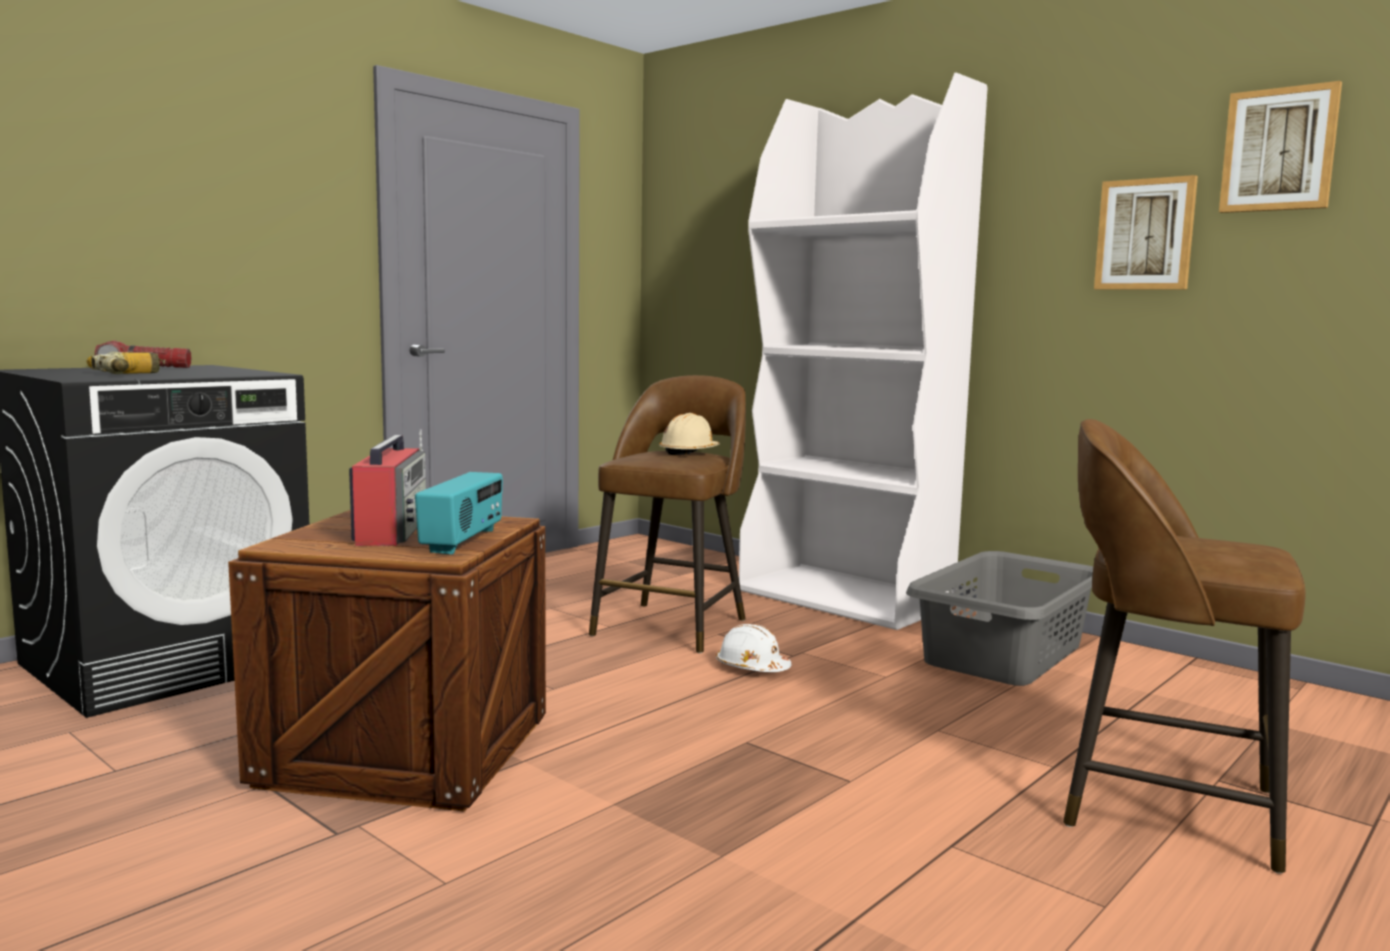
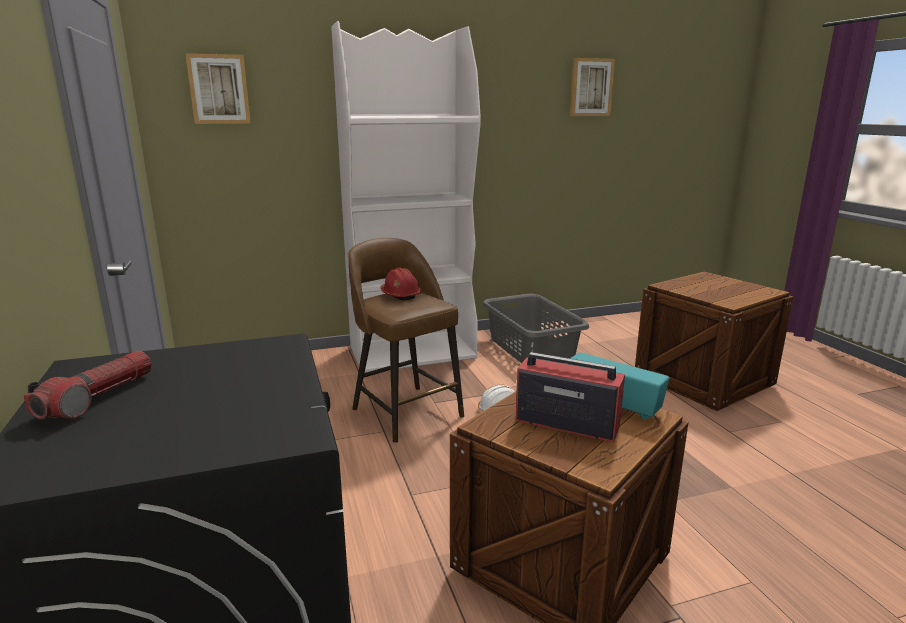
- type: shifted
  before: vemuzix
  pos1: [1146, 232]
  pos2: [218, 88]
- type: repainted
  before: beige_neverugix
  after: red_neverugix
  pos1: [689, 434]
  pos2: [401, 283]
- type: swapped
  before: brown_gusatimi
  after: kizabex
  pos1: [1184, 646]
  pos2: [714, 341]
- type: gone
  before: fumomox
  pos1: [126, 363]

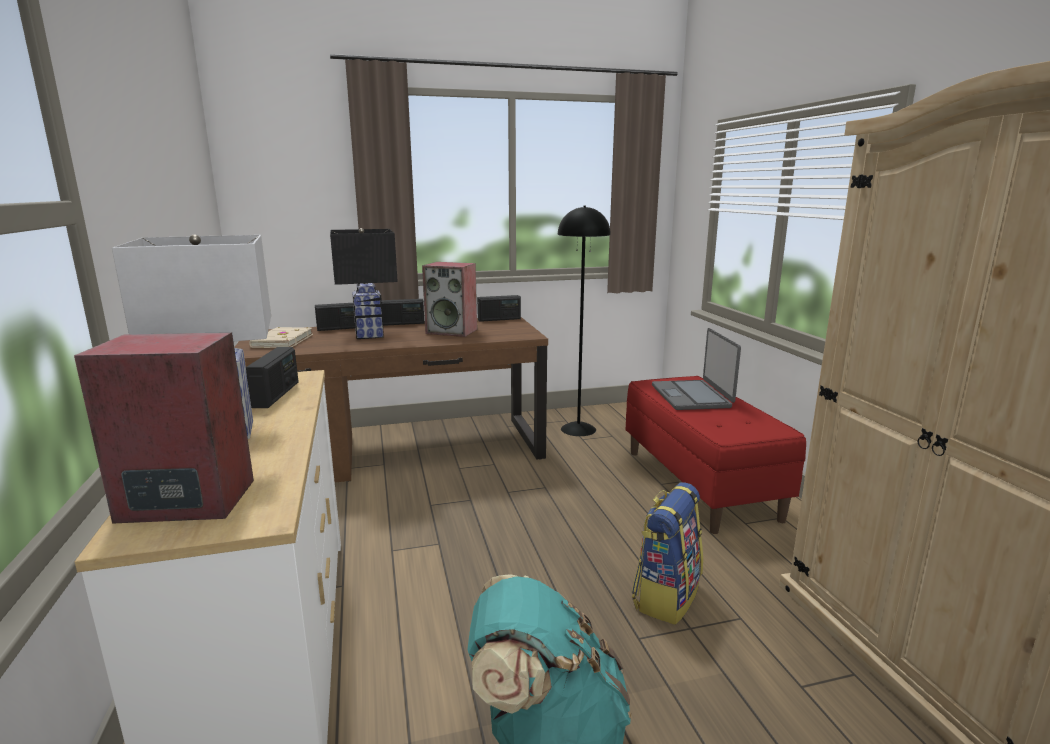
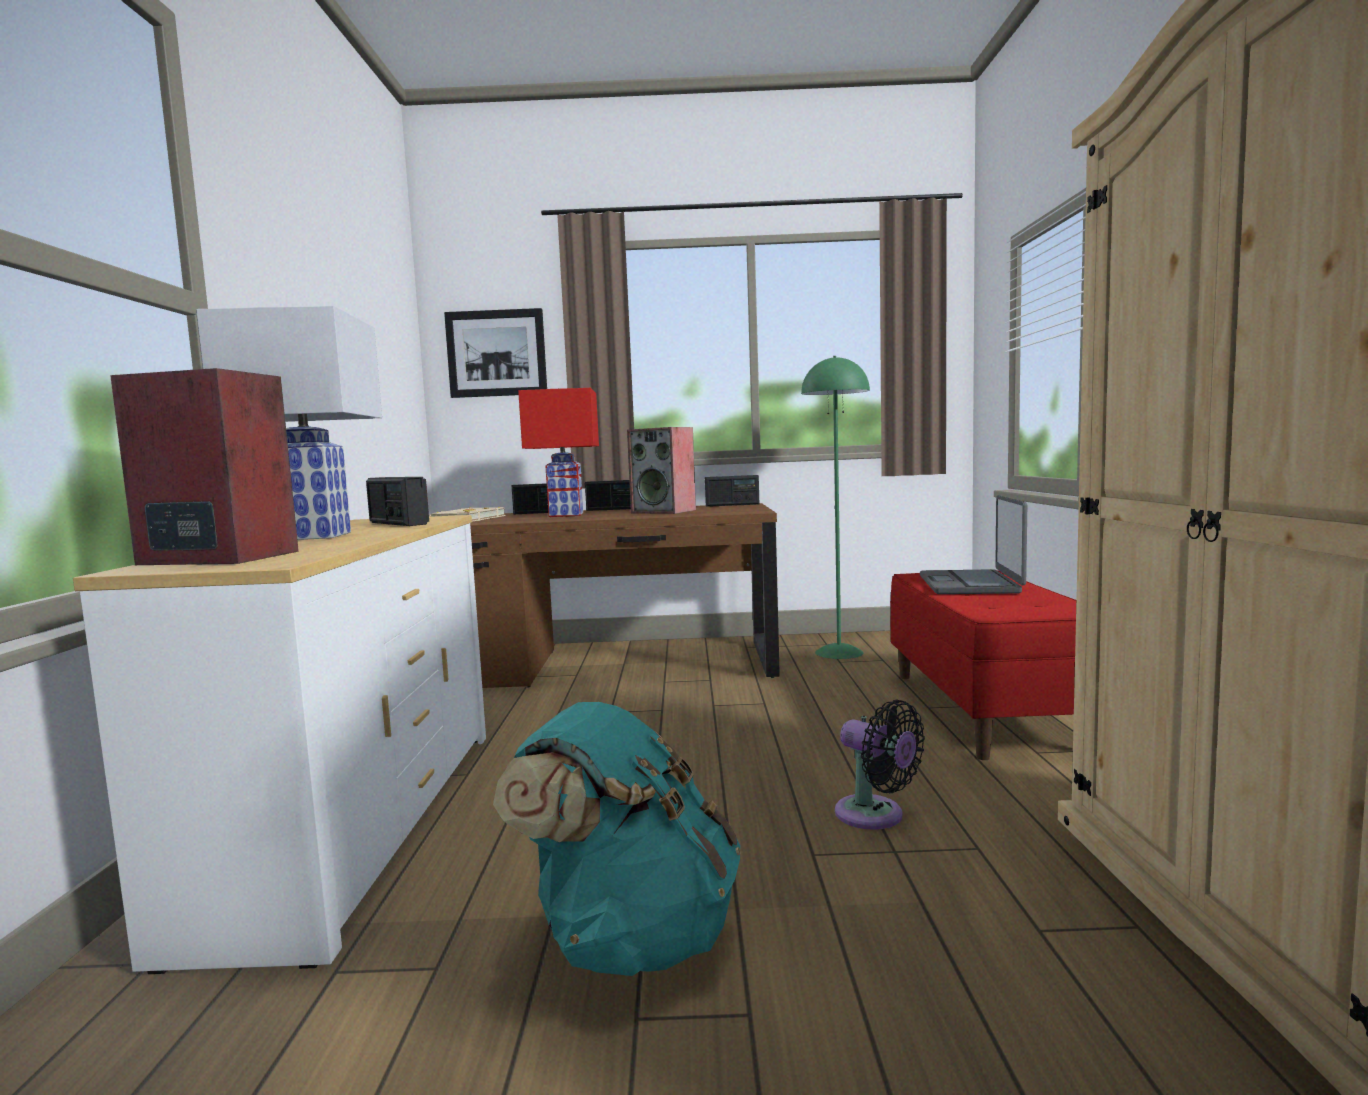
- type: rotated
  before: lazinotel
  pos1: [272, 377]
  pos2: [397, 501]
  turn: 120
- type: new
  after: vemuzix
  pos2: [495, 353]
- type: repainted
  before: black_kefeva
  after: red_kefeva
  pos1: [364, 283]
  pos2: [558, 452]
- type: repainted
  before: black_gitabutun
  after: green_gitabutun
  pos1: [584, 321]
  pos2: [835, 507]
- type: swapped
  before: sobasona
  after: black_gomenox
  pos1: [667, 553]
  pos2: [880, 764]

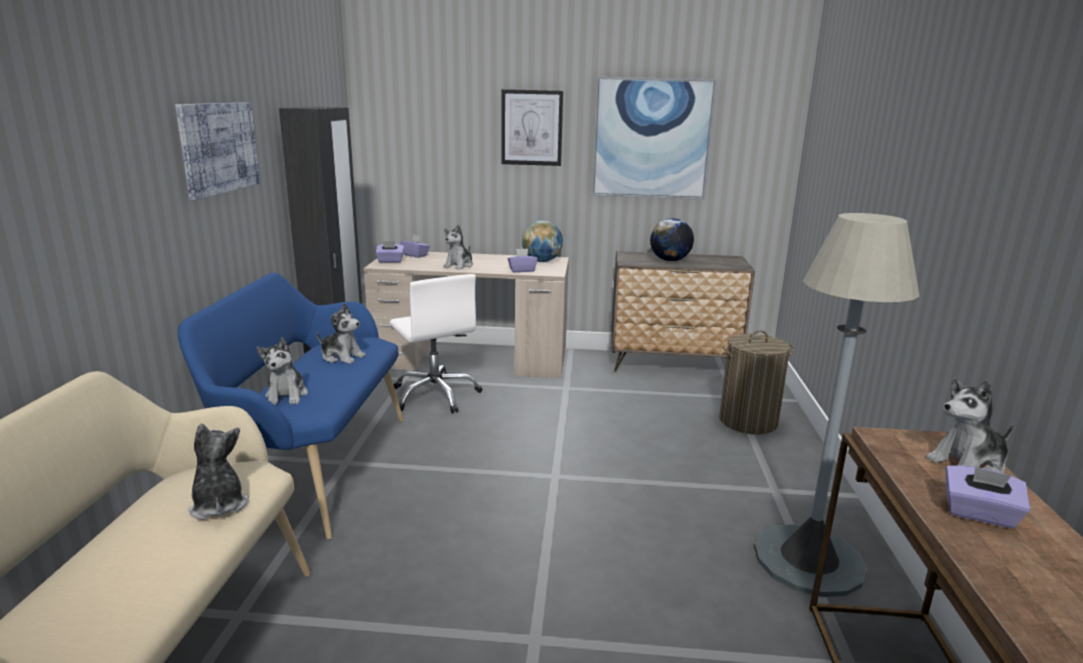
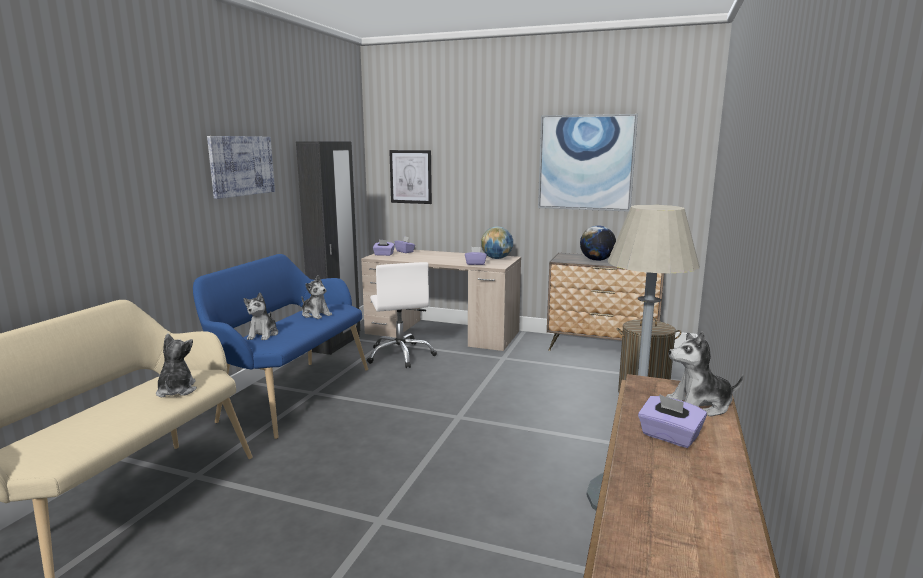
- type: shifted
  before: vemuzix
  pos1: [532, 127]
  pos2: [410, 177]
- type: gone
  before: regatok
  pos1: [458, 247]

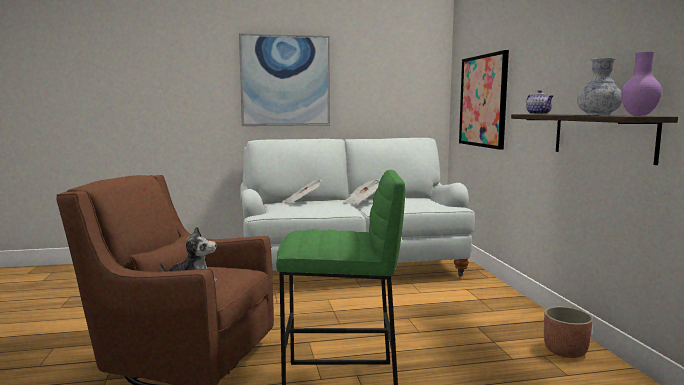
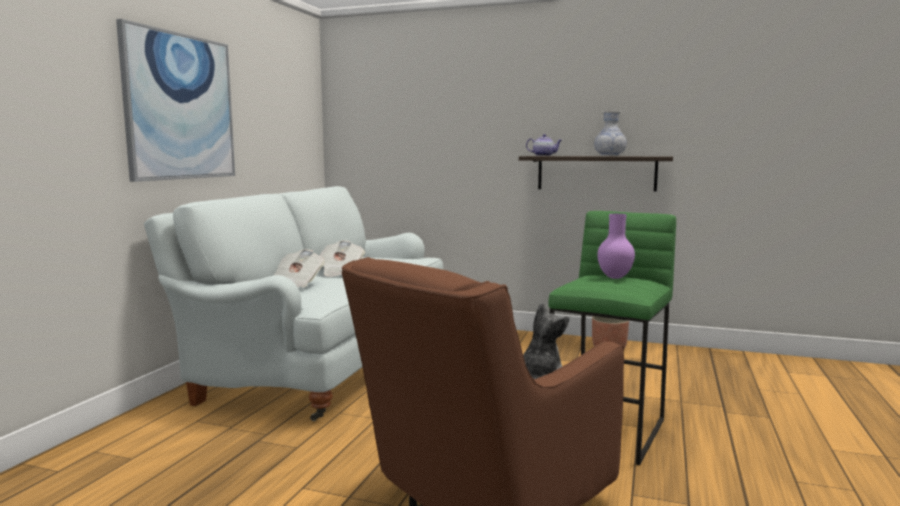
- type: shifted
  before: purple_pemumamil
  pos1: [641, 84]
  pos2: [616, 246]
- type: gone
  before: vemuzix
  pos1: [484, 100]

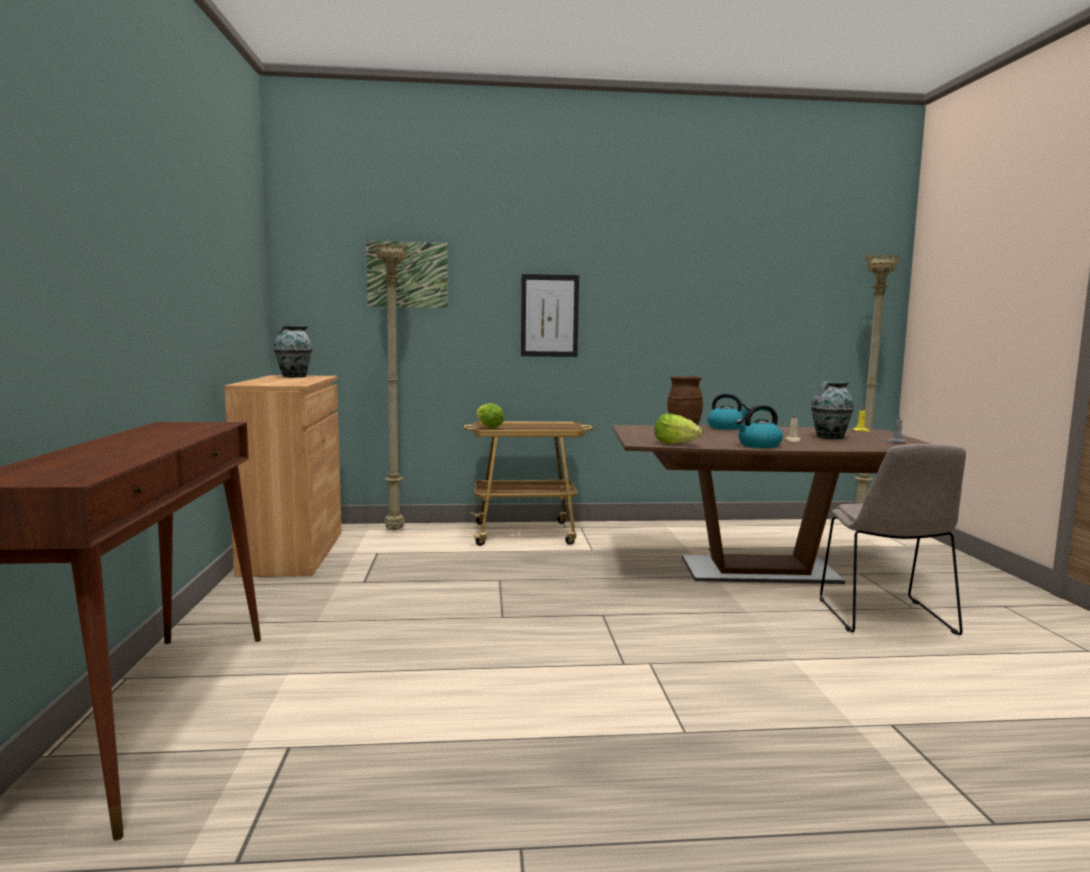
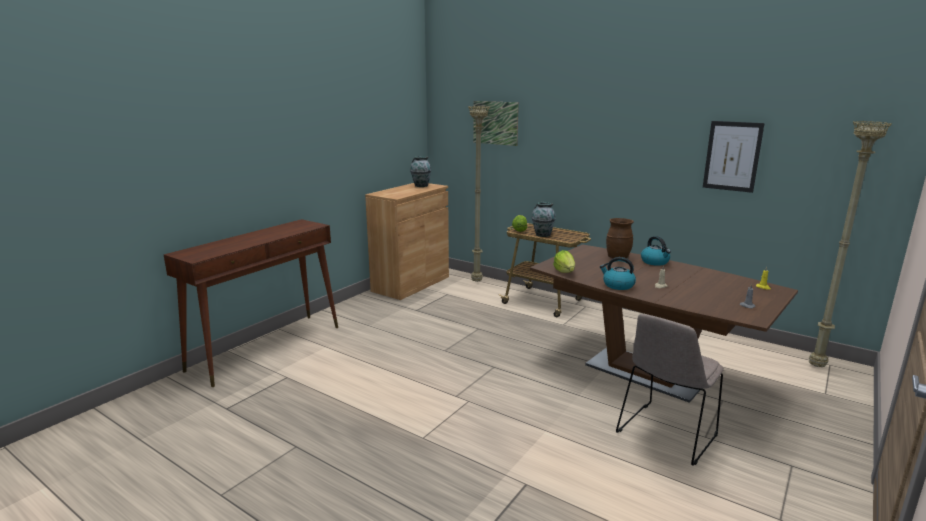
- type: shifted
  before: pemumamil
  pos1: [832, 410]
  pos2: [544, 219]
- type: shifted
  before: vemuzix
  pos1: [550, 315]
  pos2: [734, 157]

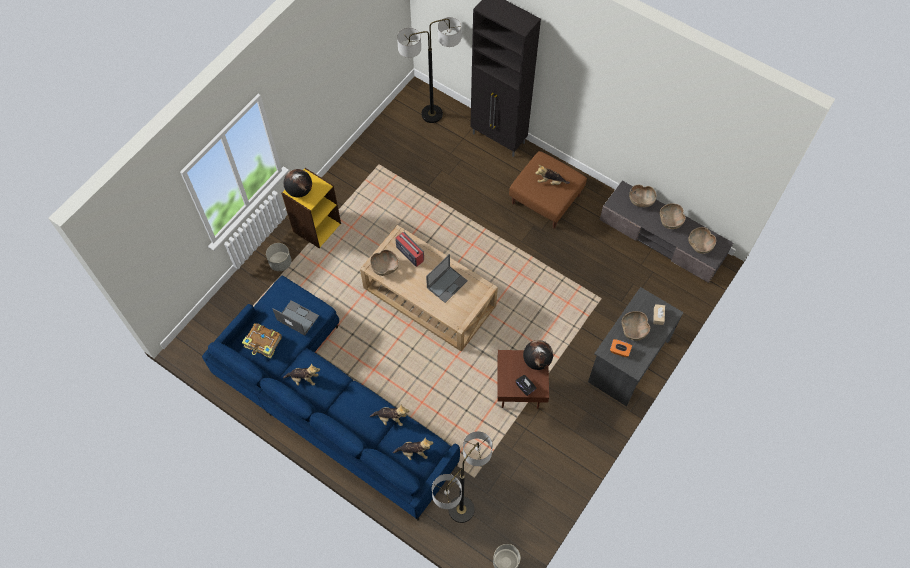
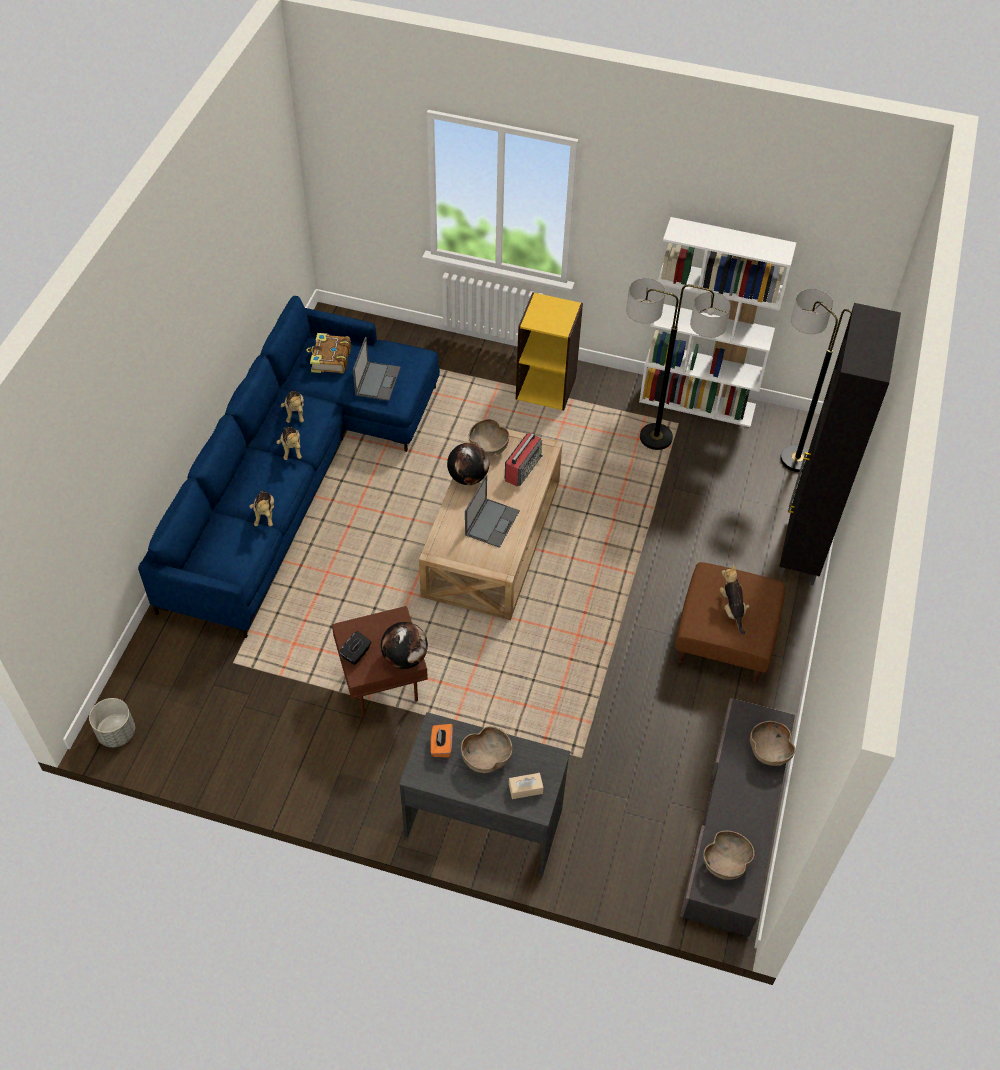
- type: shifted
  before: regatok
  pos1: [413, 449]
  pos2: [289, 443]
- type: shifted
  before: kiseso
  pos1: [298, 183]
  pos2: [468, 464]
- type: rotated
  before: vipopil
  pos1: [447, 278]
  pos2: [492, 511]
  turn: -90
- type: shifted
  before: gitabutun
  pos1: [462, 477]
  pos2: [678, 364]
- type: new
  after: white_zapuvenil
  pos2: [717, 322]
- type: gone
  before: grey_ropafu
  pos1: [279, 257]
- type: gone
  before: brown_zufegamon
  pos1: [673, 216]

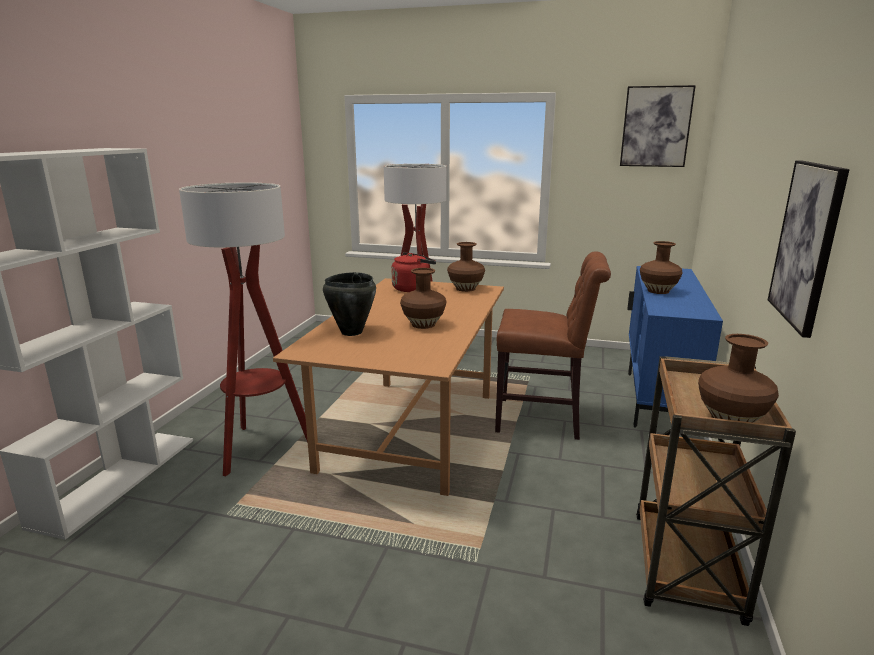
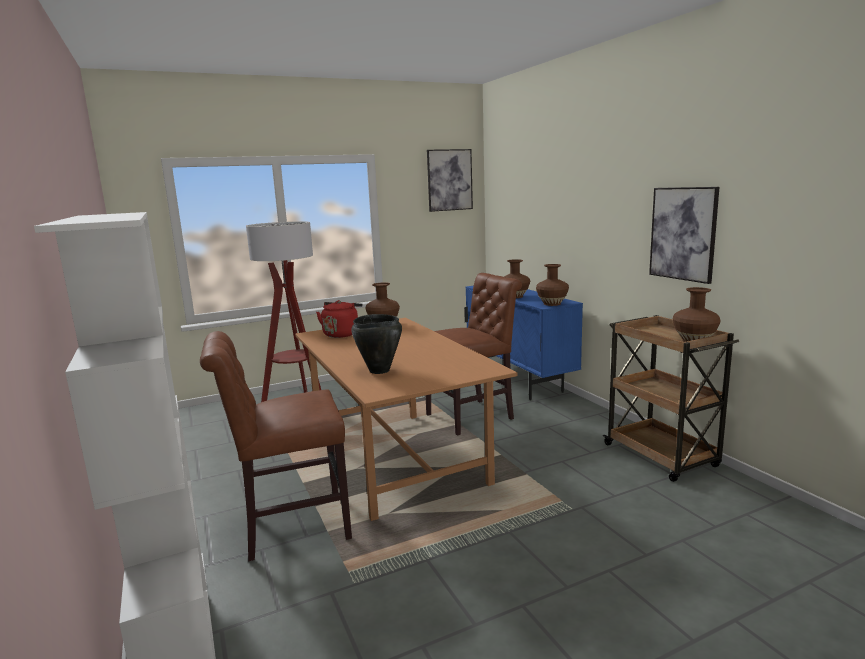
- type: swapped
  before: gitabutun
  after: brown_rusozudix
  pos1: [243, 329]
  pos2: [276, 446]
- type: shifted
  before: brown_pemumamil
  pos1: [423, 298]
  pos2: [552, 285]

